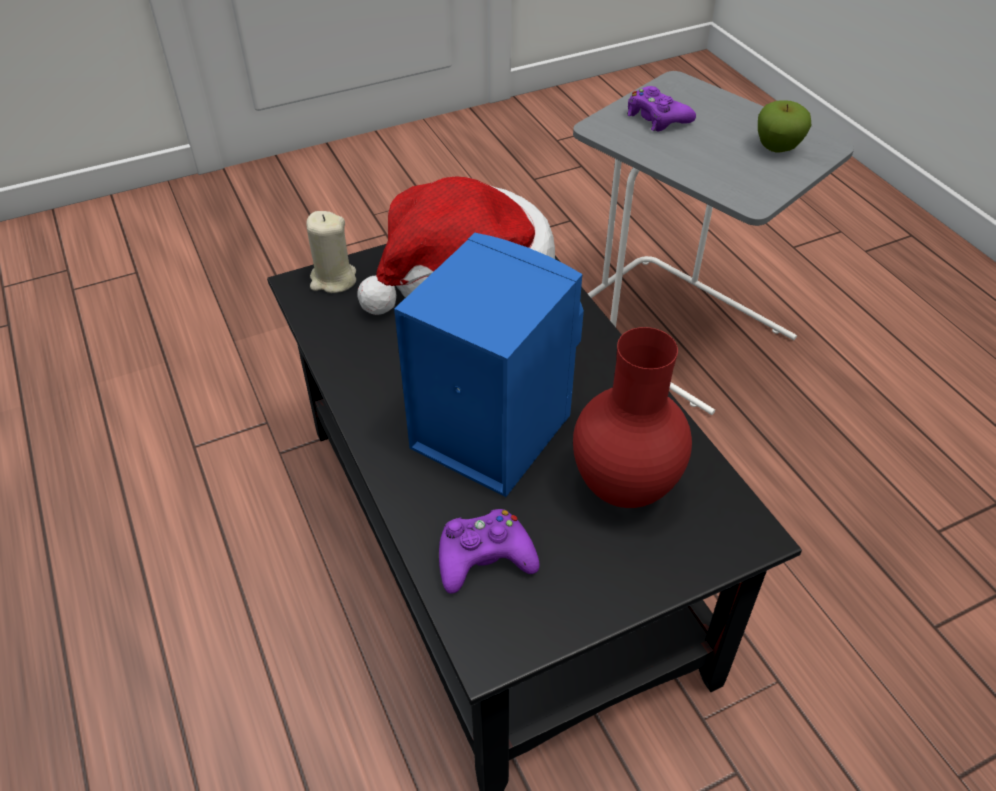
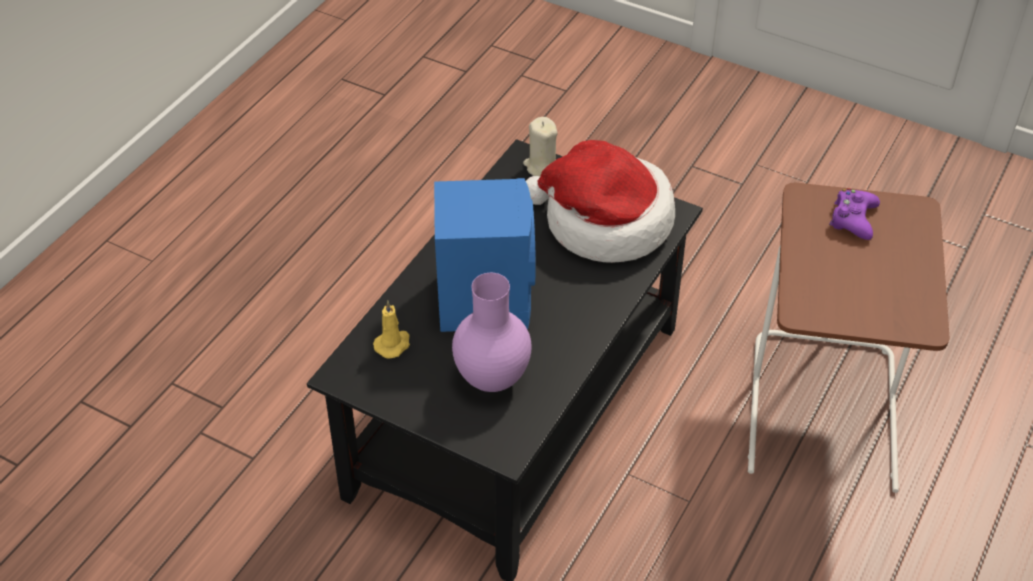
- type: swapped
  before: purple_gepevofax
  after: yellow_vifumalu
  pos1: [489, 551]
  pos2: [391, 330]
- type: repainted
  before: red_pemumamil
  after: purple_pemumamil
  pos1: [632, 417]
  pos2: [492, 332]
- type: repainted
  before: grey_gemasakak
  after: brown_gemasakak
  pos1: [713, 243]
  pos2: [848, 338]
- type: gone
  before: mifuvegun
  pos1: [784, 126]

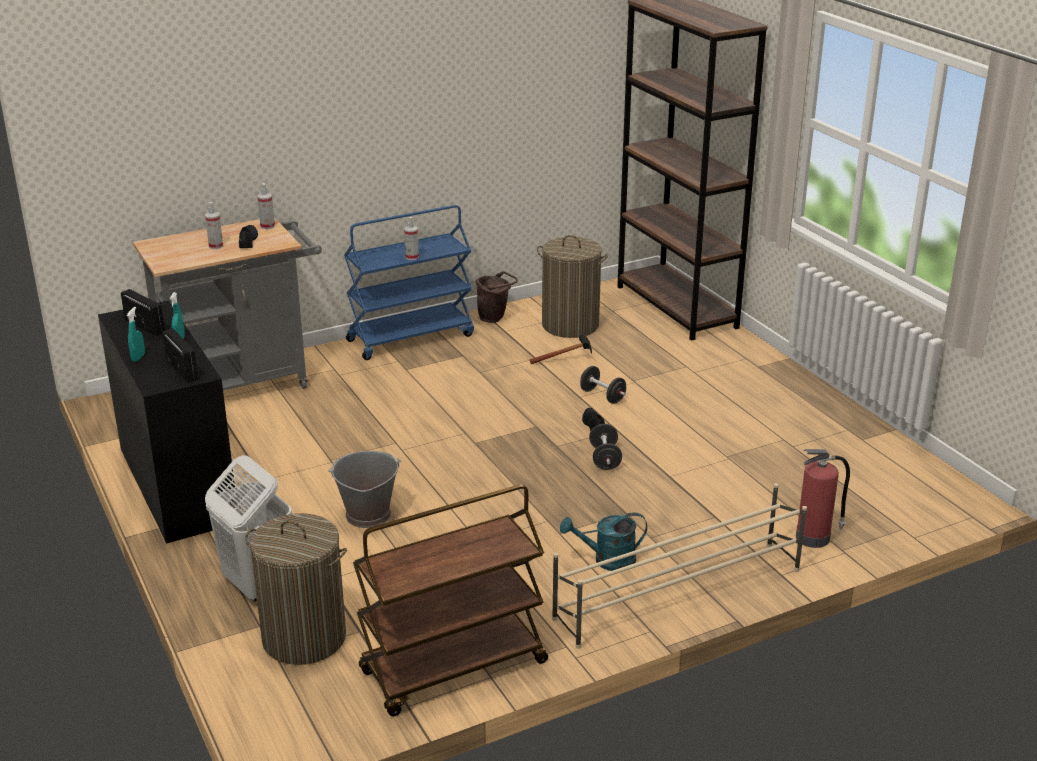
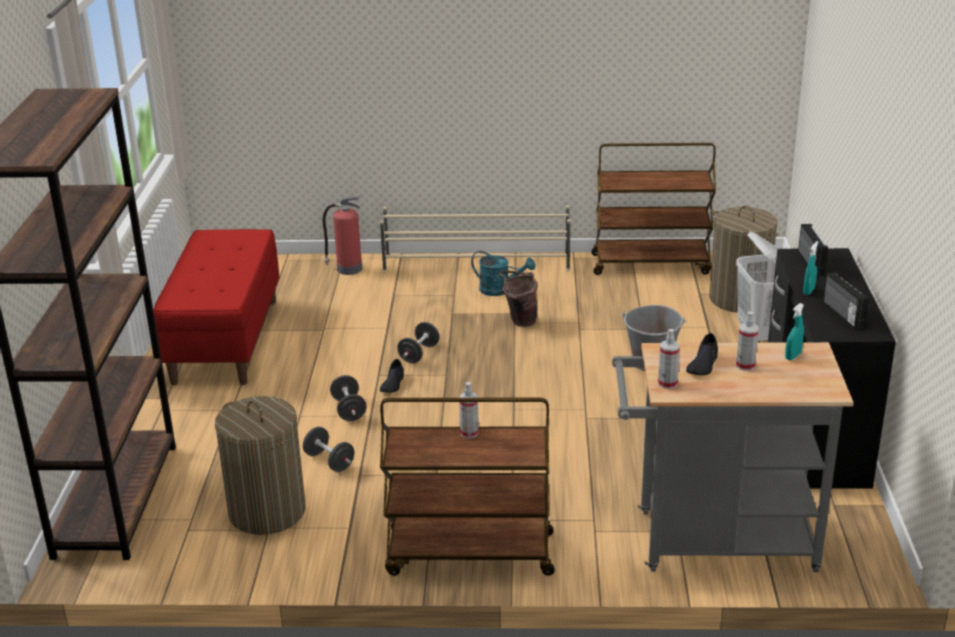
- type: new
  after: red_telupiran
  pos2: [216, 307]
- type: swapped
  before: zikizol
  after: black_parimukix
  pos1: [561, 349]
  pos2: [328, 449]
- type: repainted
  before: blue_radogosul
  after: brown_radogosul
  pos1: [409, 282]
  pos2: [467, 487]
- type: shifted
  before: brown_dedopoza
  pos1: [497, 297]
  pos2: [518, 298]
- type: shifted
  before: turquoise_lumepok
  pos1: [136, 334]
  pos2: [794, 331]

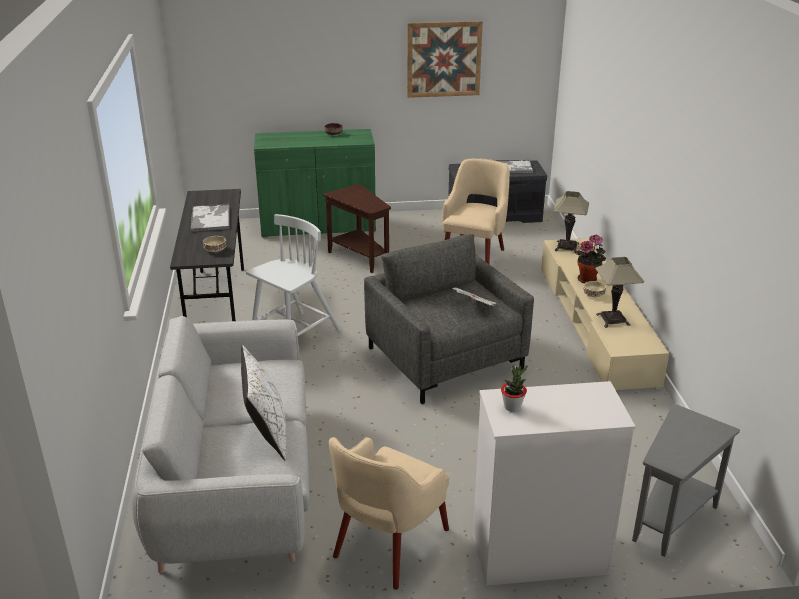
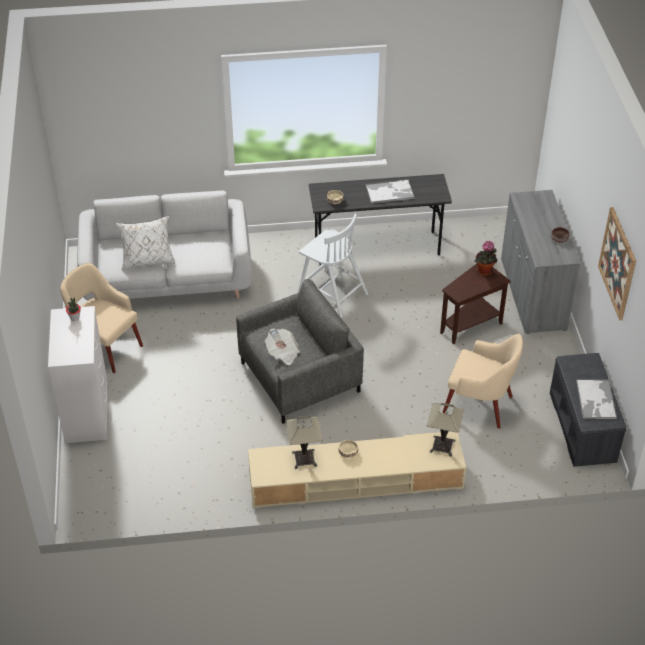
- type: shifted
  before: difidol
  pos1: [591, 259]
  pos2: [485, 258]
- type: repainted
  before: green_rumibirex
  after: grey_rumibirex
  pos1: [315, 183]
  pos2: [541, 262]
- type: gone
  before: grey_gemasakak
  pos1: [686, 480]

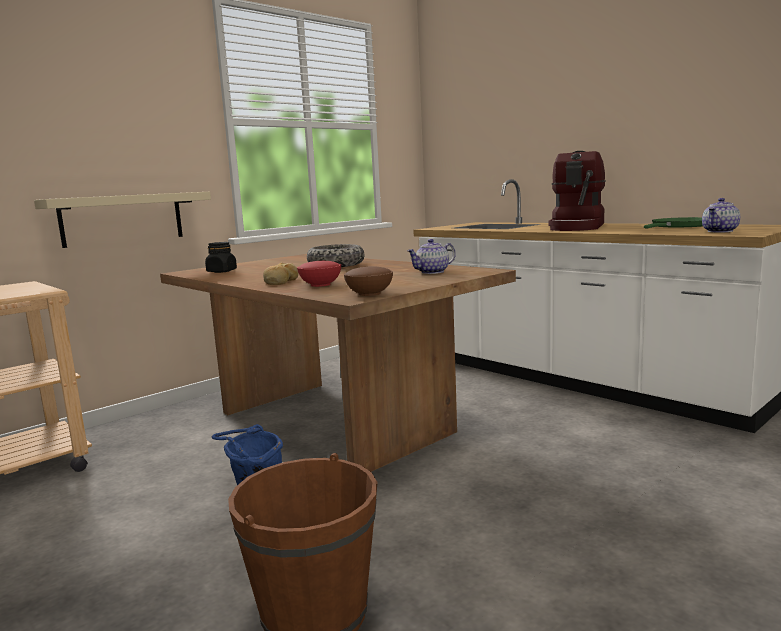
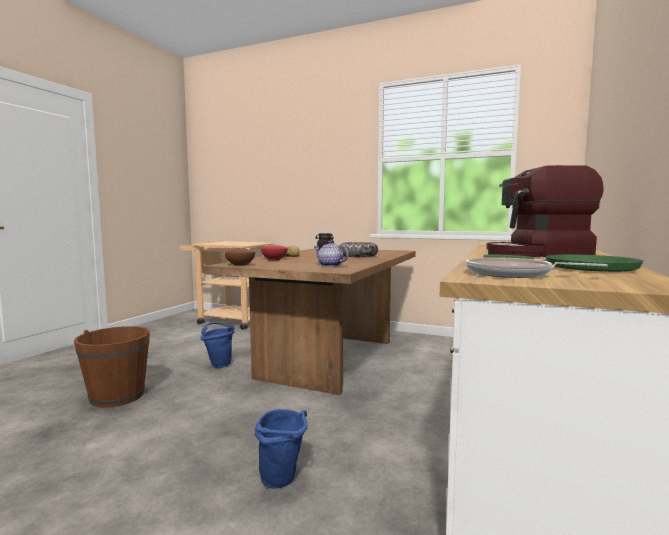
- type: new
  after: blue_dedopoza
  pos2: [281, 448]
- type: swapped
  before: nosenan
  after: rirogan
  pos1: [721, 215]
  pos2: [537, 267]
- type: gone
  before: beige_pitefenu
  pos1: [122, 220]

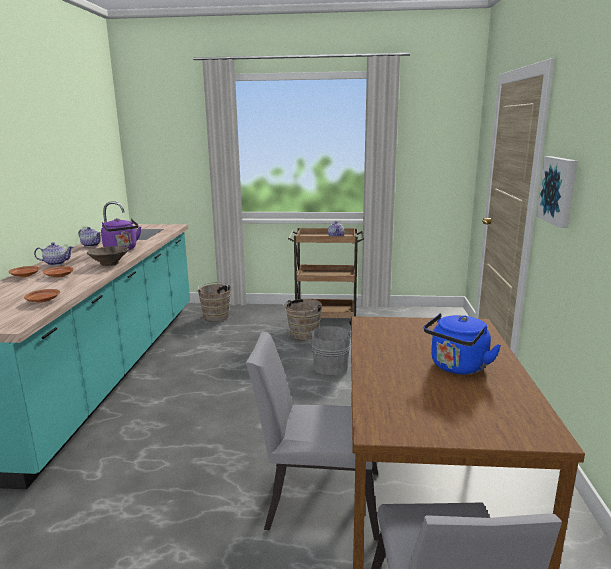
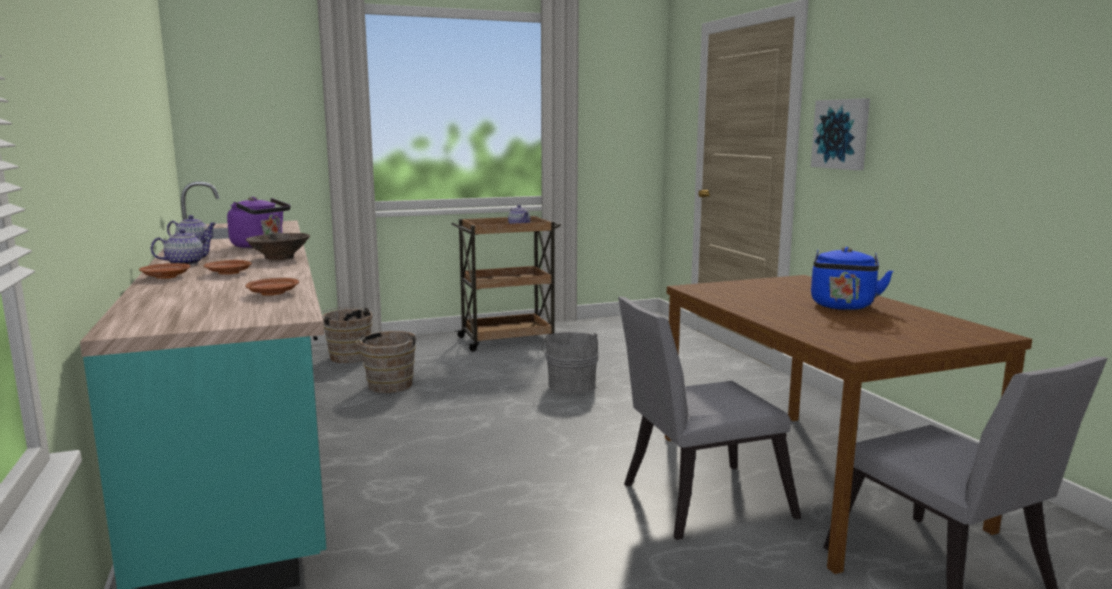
- type: shifted
  before: brown_dedopoza
  pos1: [302, 319]
  pos2: [386, 362]

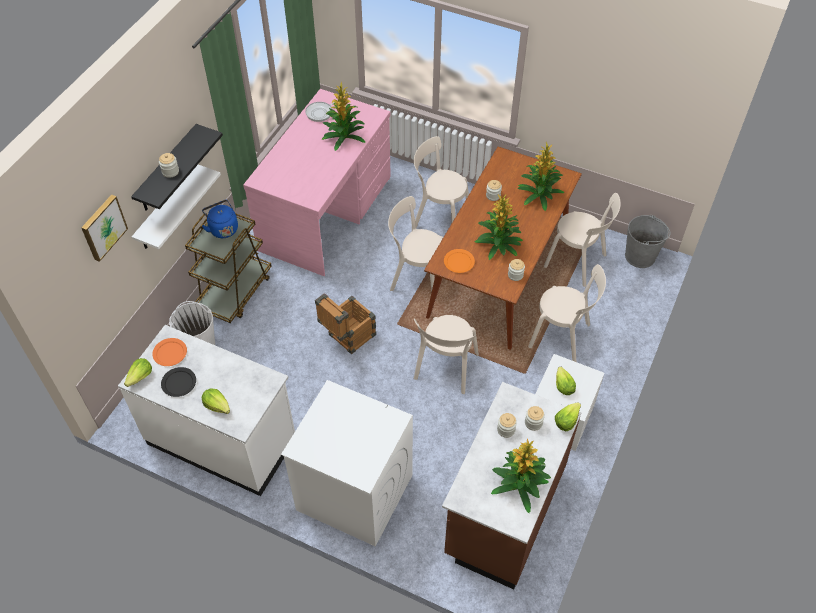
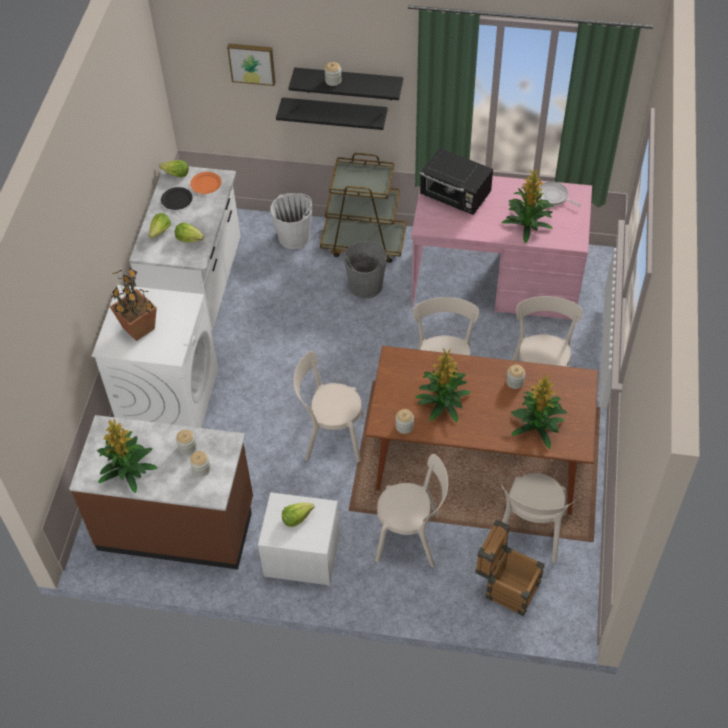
- type: new
  after: difidol
  pos2: [133, 304]
- type: shifted
  before: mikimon
  pos1: [568, 416]
  pos2: [189, 232]
- type: repainted
  before: white_pitefenu
  after: black_pitefenu
  pos1: [176, 206]
  pos2: [332, 113]
- type: shifted
  before: grey_dedopoza
  pos1: [647, 241]
  pos2: [365, 269]
- type: rotated
  before: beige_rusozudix
  pos1: [567, 313]
  pos2: [411, 511]
  turn: -90
- type: new
  after: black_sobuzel
  pos2: [456, 181]
- type: shifted
  before: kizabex
  pos1: [345, 324]
  pos2: [510, 567]
- type: gone
  before: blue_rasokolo
  pos1: [220, 219]
- type: gone
  before: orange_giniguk
  pos1: [459, 261]

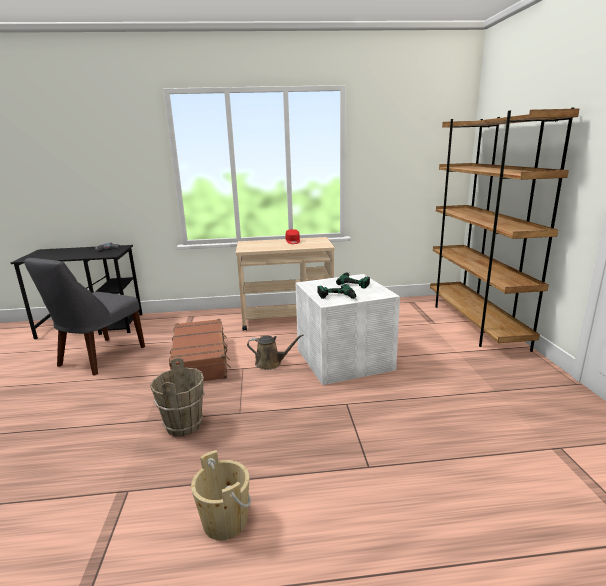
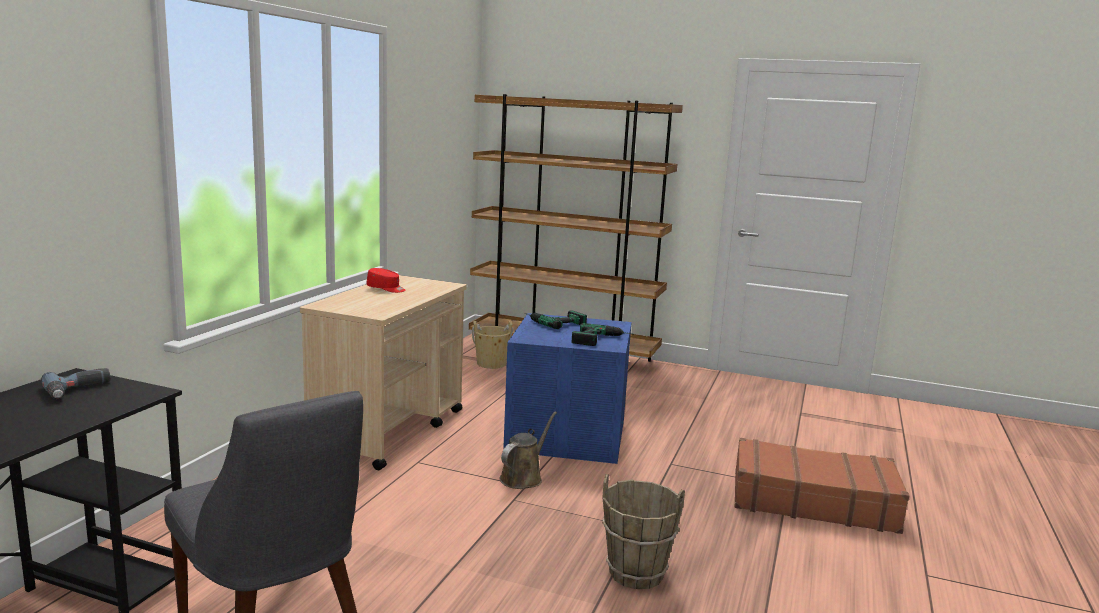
- type: shifted
  before: beige_dedopoza
  pos1: [221, 495]
  pos2: [492, 345]
- type: repainted
  before: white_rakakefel
  after: blue_rakakefel
  pos1: [347, 329]
  pos2: [567, 388]
- type: shifted
  before: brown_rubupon
  pos1: [200, 350]
  pos2: [822, 486]

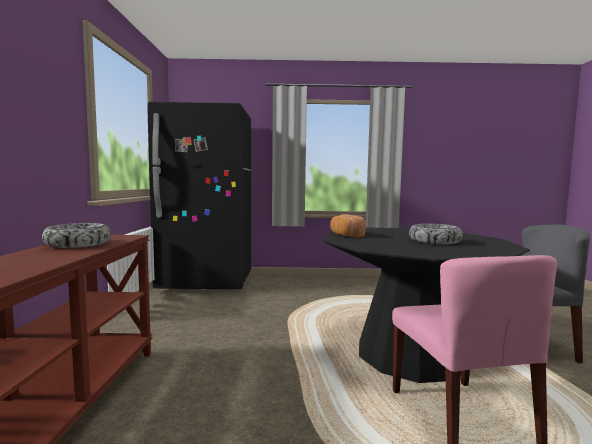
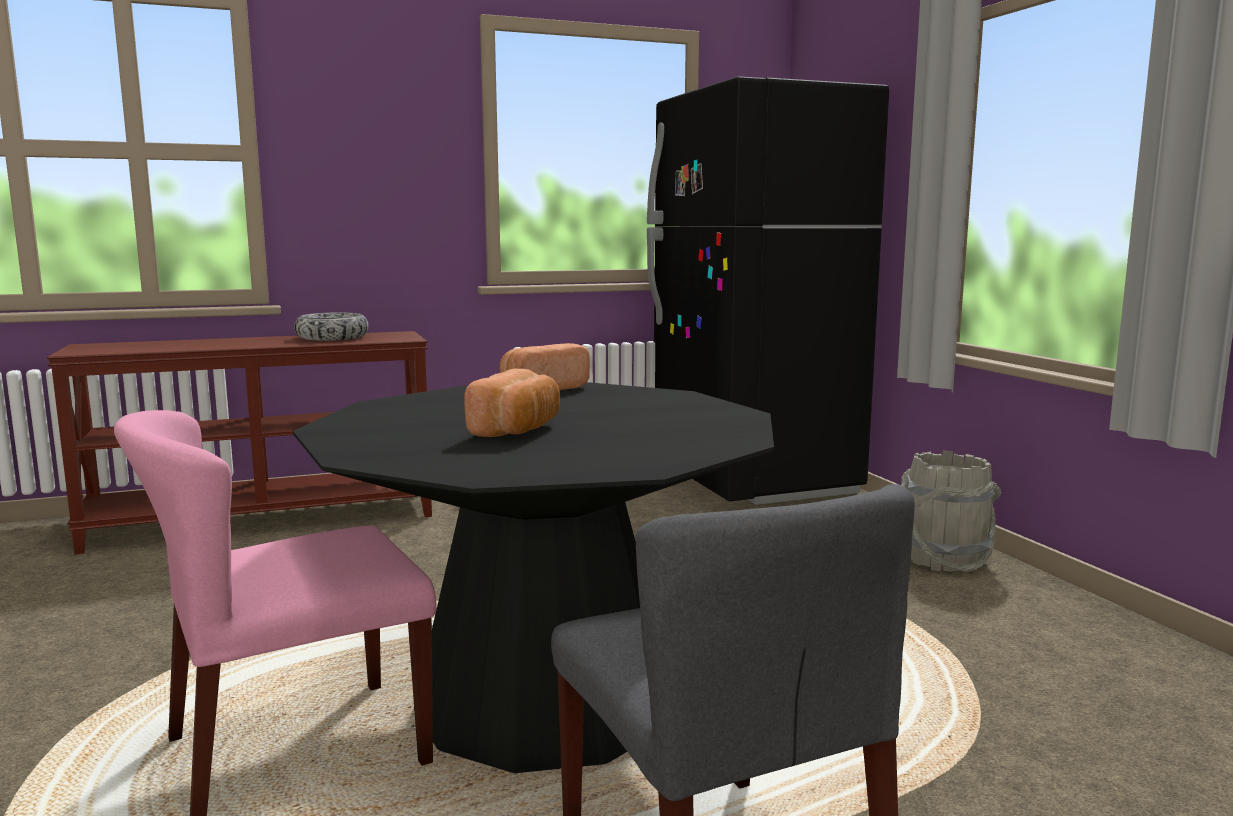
- type: swapped
  before: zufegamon
  after: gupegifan
  pos1: [436, 234]
  pos2: [512, 403]
- type: new
  after: grey_dedopoza
  pos2: [951, 511]

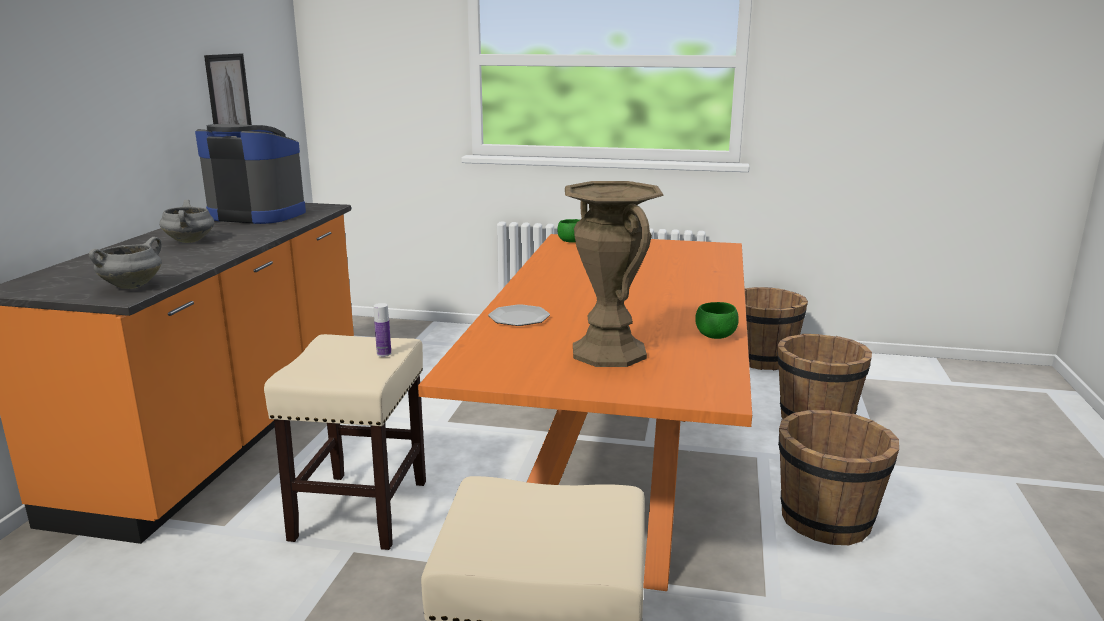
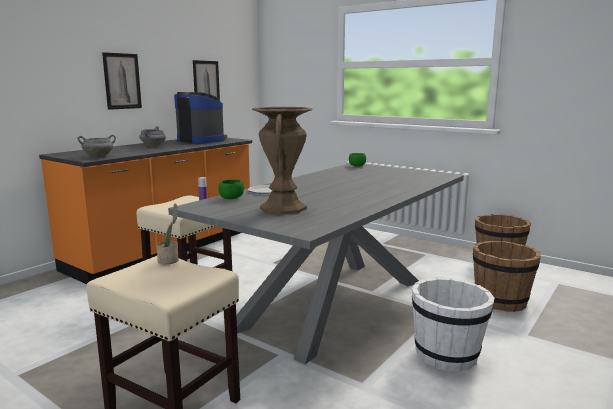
- type: new
  after: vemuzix
  pos2: [122, 81]
- type: new
  after: difidol
  pos2: [167, 233]
- type: repainted
  before: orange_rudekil
  after: grey_rudekil
  pos1: [585, 412]
  pos2: [316, 264]
- type: shifted
  before: green_zufegamon
  pos1: [717, 320]
  pos2: [231, 189]
- type: repainted
  before: brown_dedopoza
  after: white_dedopoza
  pos1: [838, 477]
  pos2: [453, 324]

